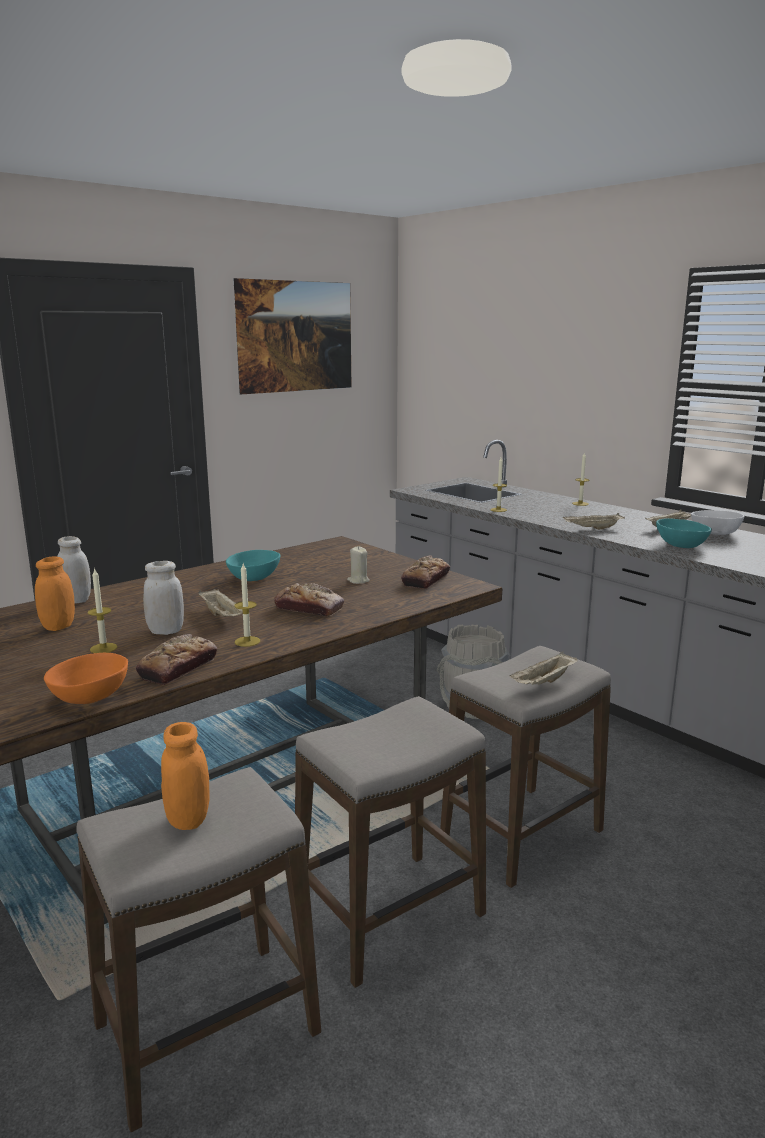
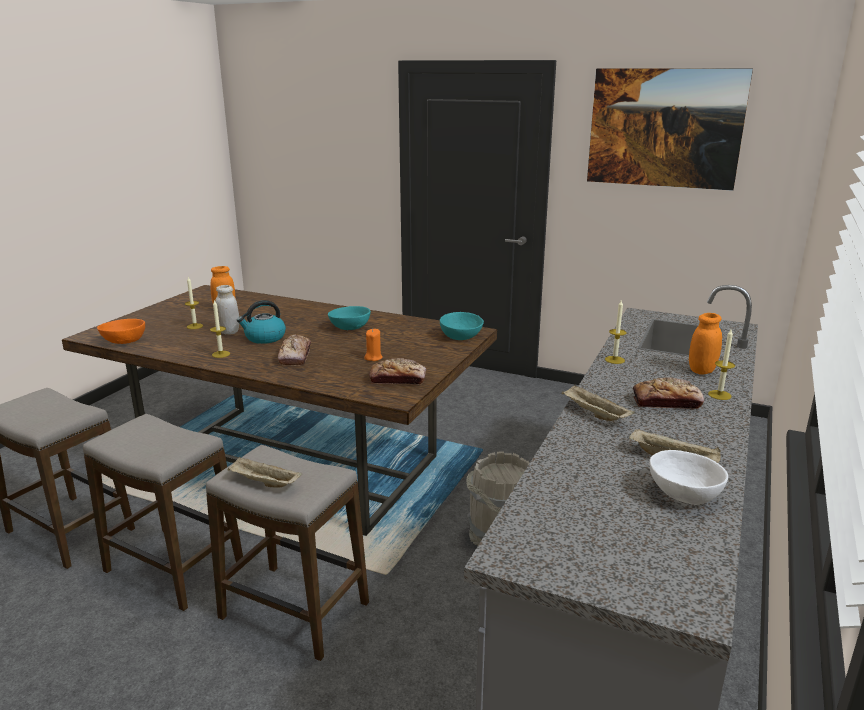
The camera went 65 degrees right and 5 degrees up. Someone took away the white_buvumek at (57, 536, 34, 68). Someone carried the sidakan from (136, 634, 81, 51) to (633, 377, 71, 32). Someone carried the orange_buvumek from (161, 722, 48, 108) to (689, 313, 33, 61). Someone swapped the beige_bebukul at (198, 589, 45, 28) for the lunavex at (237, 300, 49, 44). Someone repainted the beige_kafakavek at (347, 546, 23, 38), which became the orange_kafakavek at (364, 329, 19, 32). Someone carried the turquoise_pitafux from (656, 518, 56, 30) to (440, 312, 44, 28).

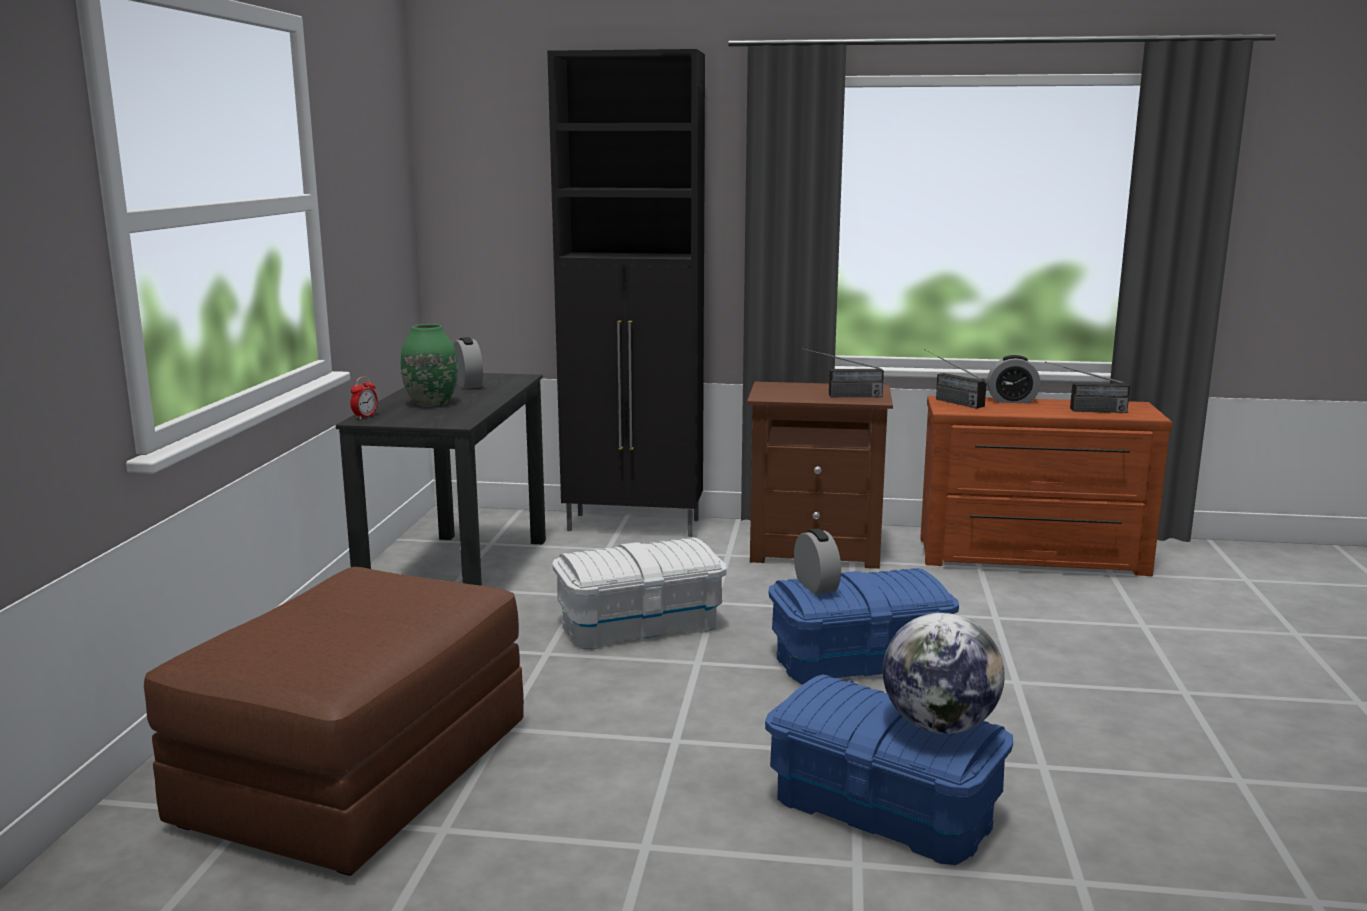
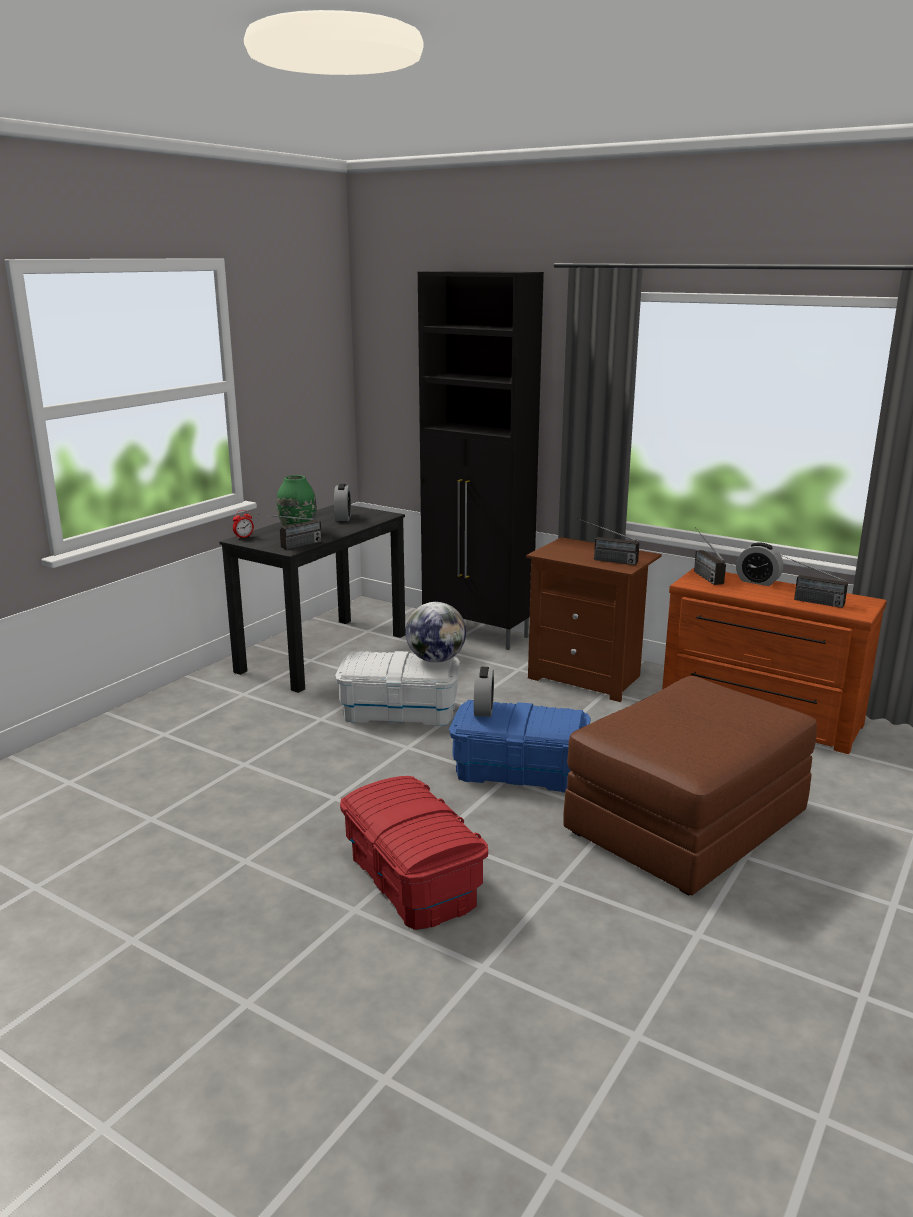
The camera went 25 degrees right and 5 degrees up. Someone carried the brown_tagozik from (144, 567, 380, 309) to (563, 676, 254, 219). Someone repainted the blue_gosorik at (765, 674, 248, 191), which became the red_gosorik at (340, 776, 148, 154). Someone carried the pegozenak from (883, 613, 122, 121) to (405, 602, 61, 61). Someone put down the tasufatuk at (258, 514, 64, 36).

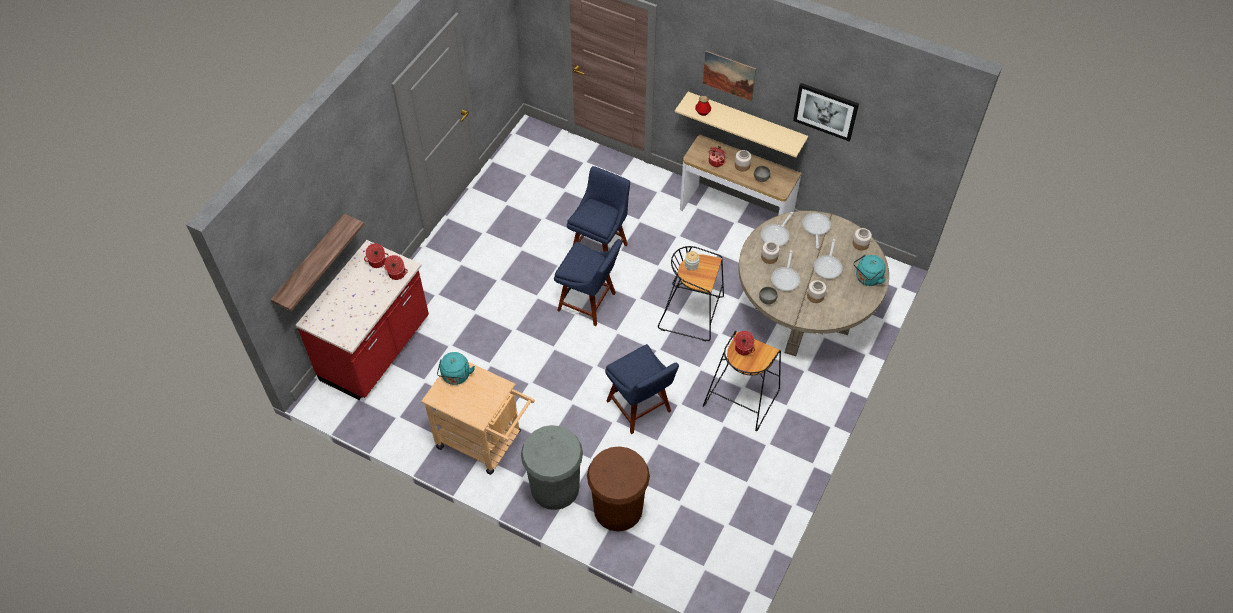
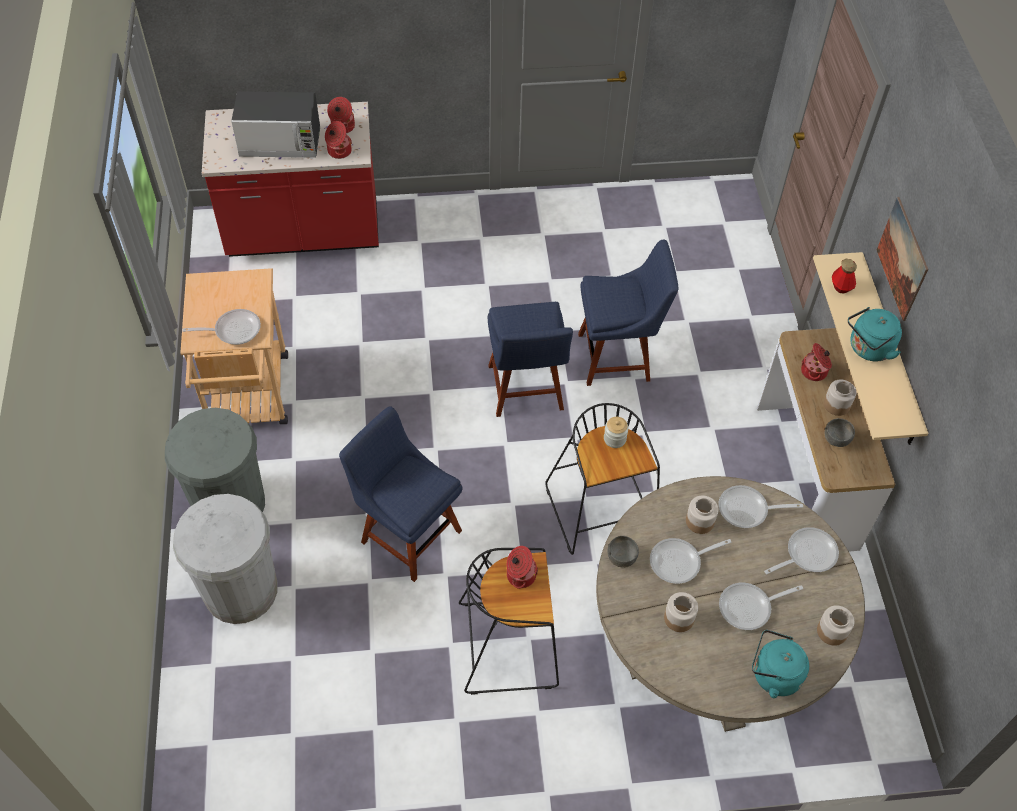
The camera went 55 degrees right and 0 degrees up. Someone took away the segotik at (270, 214, 94, 97). Someone carried the turquoise_lunavex from (437, 352, 38, 33) to (848, 307, 54, 54). Someone repainted the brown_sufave at (587, 446, 63, 85), which became the white_sufave at (173, 494, 105, 130). Someone rotated the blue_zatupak at (605, 344, 74, 90) by 105 degrees clockwise. Someone took away the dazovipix at (793, 83, 66, 58). Someone put down the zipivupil at (182, 309, 79, 36). Someone put down the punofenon at (231, 91, 89, 67).

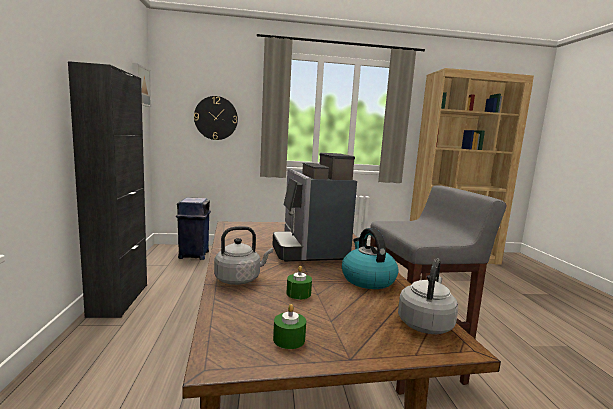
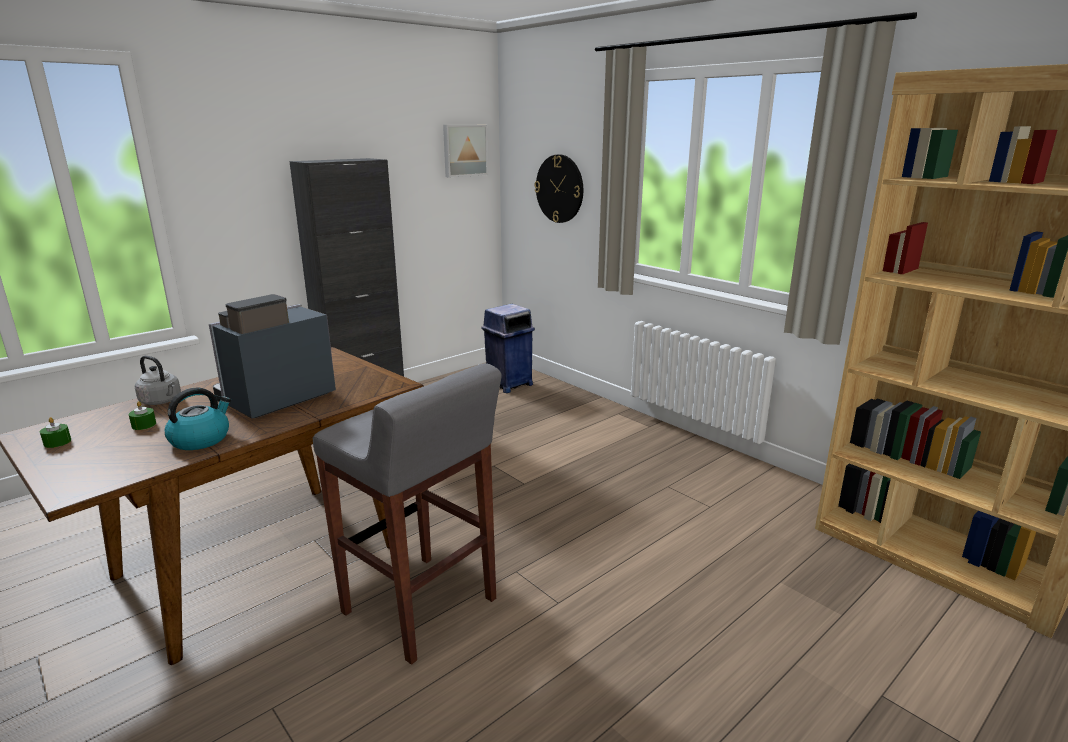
The camera went 55 degrees right and 10 degrees up. Someone took away the grey_lunavex at (398, 259, 60, 75).

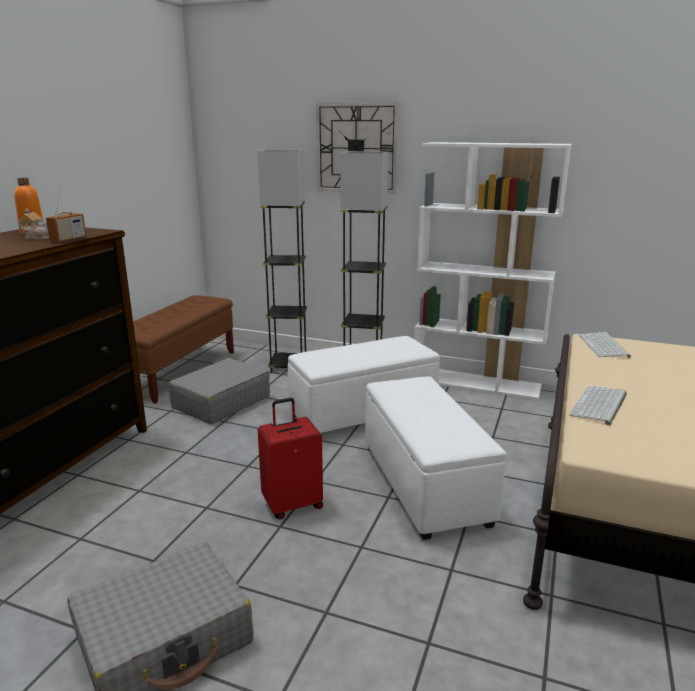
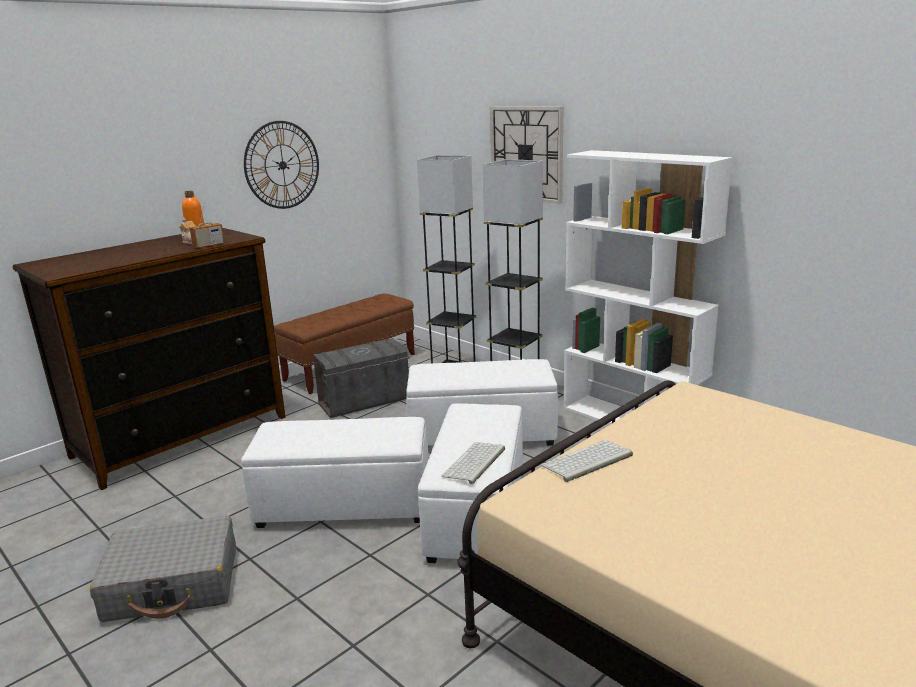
The camera went 25 degrees right and 0 degrees up. Someone swapped the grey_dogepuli at (169, 358, 101, 66) for the grey_gosorik at (312, 338, 98, 80). Someone swapped the red_dogepuli at (258, 398, 65, 121) for the white_tagozik at (241, 417, 188, 111). Someone carried the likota from (579, 332, 52, 26) to (441, 442, 64, 42). Someone put up the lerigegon at (244, 121, 75, 88).

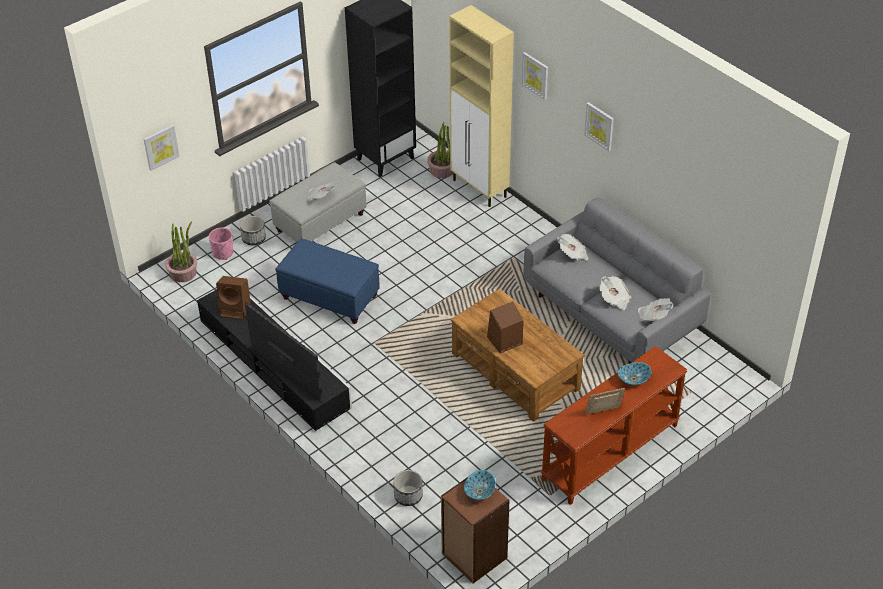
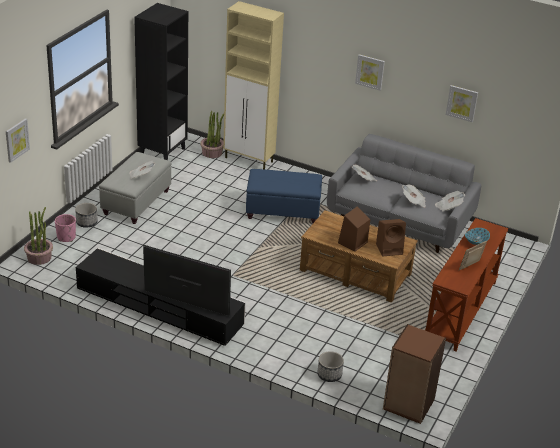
The camera went 25 degrees left and 10 degrees down. Someone carried the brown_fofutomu from (216, 276, 35, 43) to (376, 219, 30, 37). Someone carried the blue_tagozik from (275, 238, 104, 86) to (246, 169, 76, 55). Someone took away the pitafux at (464, 470, 32, 30). Someone carried the dazovipix from (522, 52, 26, 48) to (446, 85, 32, 37).

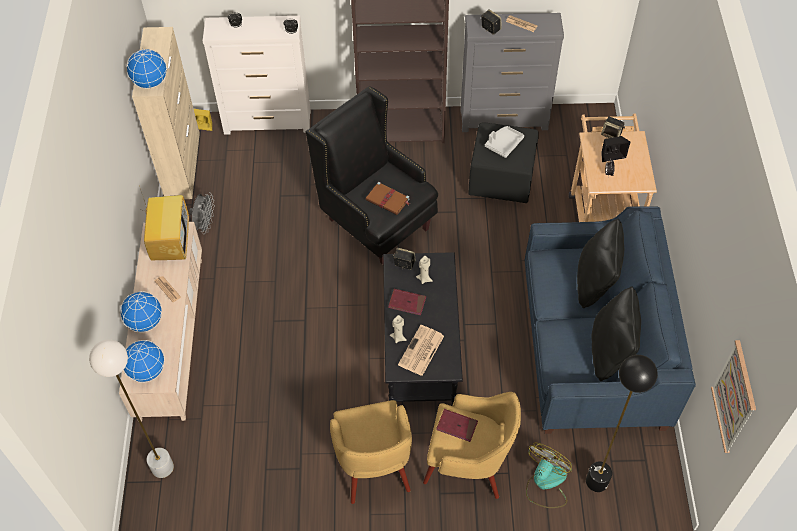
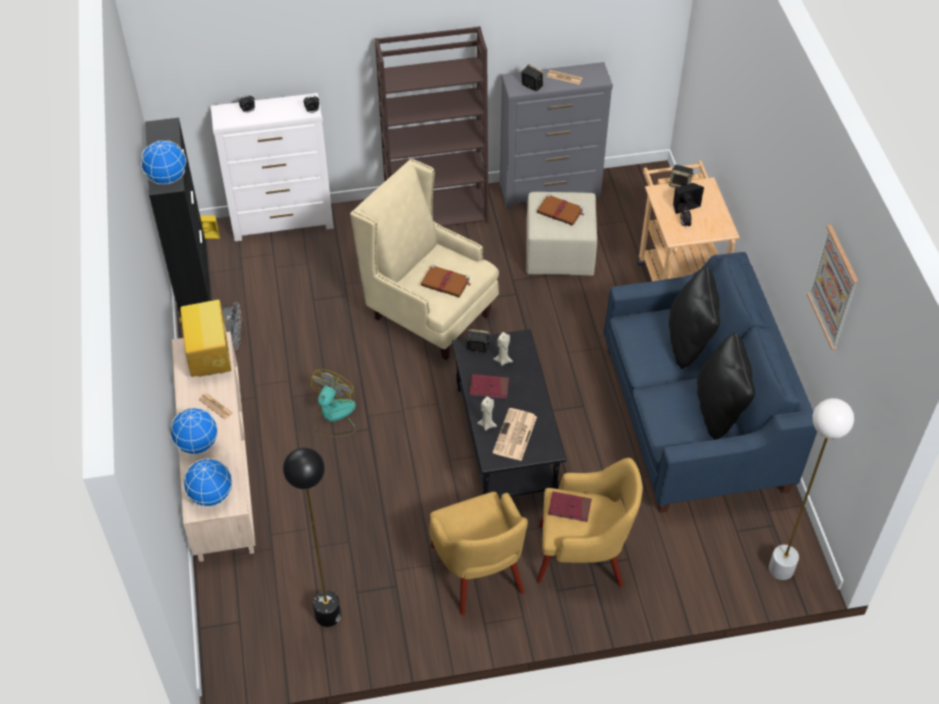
The camera went 10 degrees left and 5 degrees down. Someone carried the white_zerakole from (89, 340, 85, 138) to (769, 398, 85, 182). Someone repainted the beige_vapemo at (132, 27, 68, 172), which became the black_vapemo at (145, 118, 66, 199). Someone repainted the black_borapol at (306, 86, 132, 179), which became the beige_borapol at (350, 159, 149, 201). Someone repainted the black_tagozik at (468, 122, 71, 81), which became the beige_tagozik at (526, 192, 71, 84). Someone swapped the grey_bebukul at (485, 126, 39, 32) for the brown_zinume at (537, 194, 47, 32). Someone carried the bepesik from (526, 443, 46, 65) to (310, 369, 46, 68). Someone carried the black_zerakole from (586, 355, 72, 137) to (283, 448, 58, 179). Someone carried the dazovipix from (711, 340, 45, 113) to (807, 224, 52, 126).

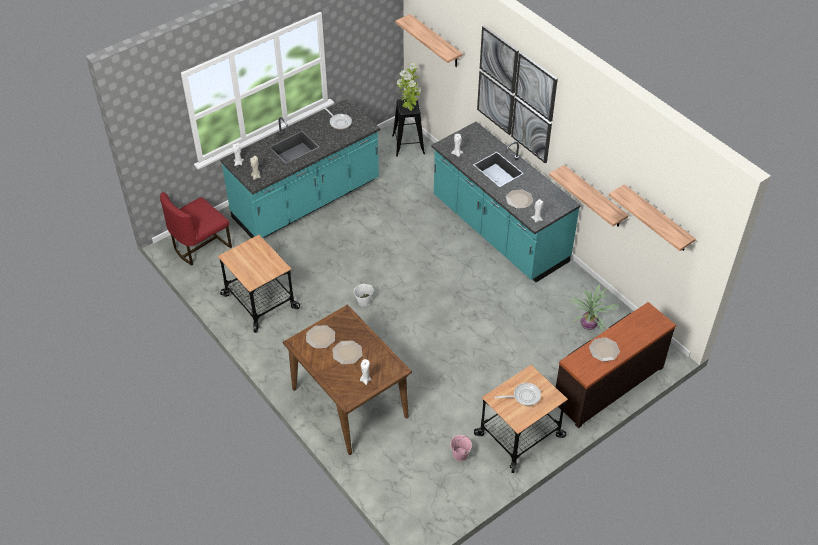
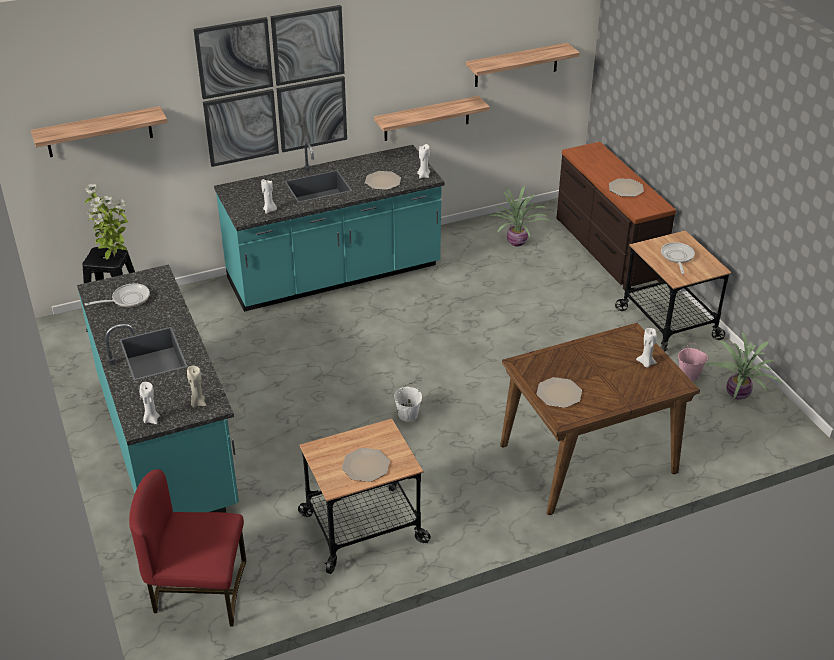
The camera went 75 degrees left and 10 degrees down. Someone rotated the red_zatupak at (160, 192, 72, 73) by 120 degrees clockwise. Someone carried the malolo from (332, 340, 30, 25) to (342, 448, 48, 34). Someone put down the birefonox at (703, 332, 80, 68).

